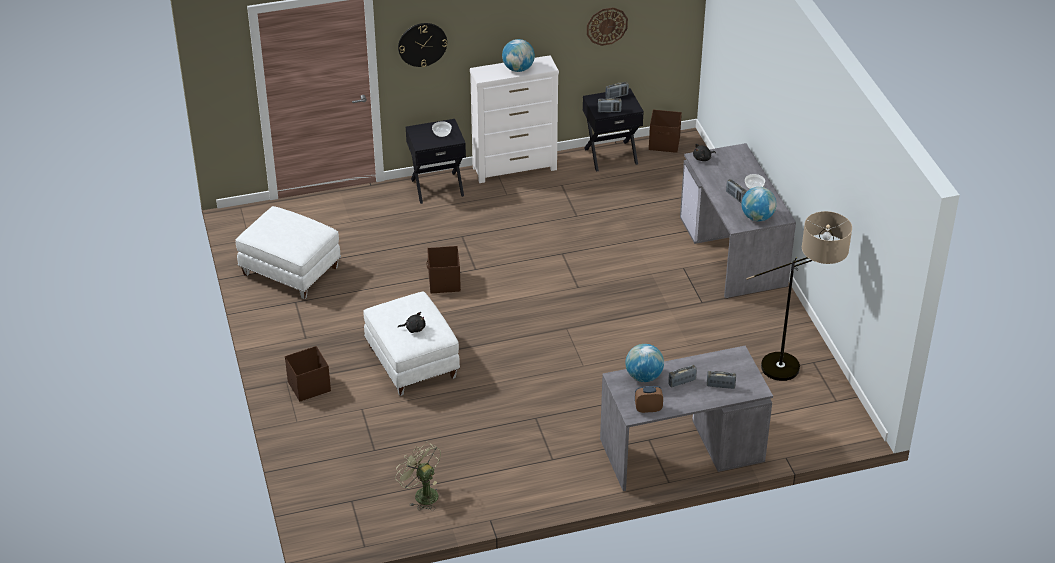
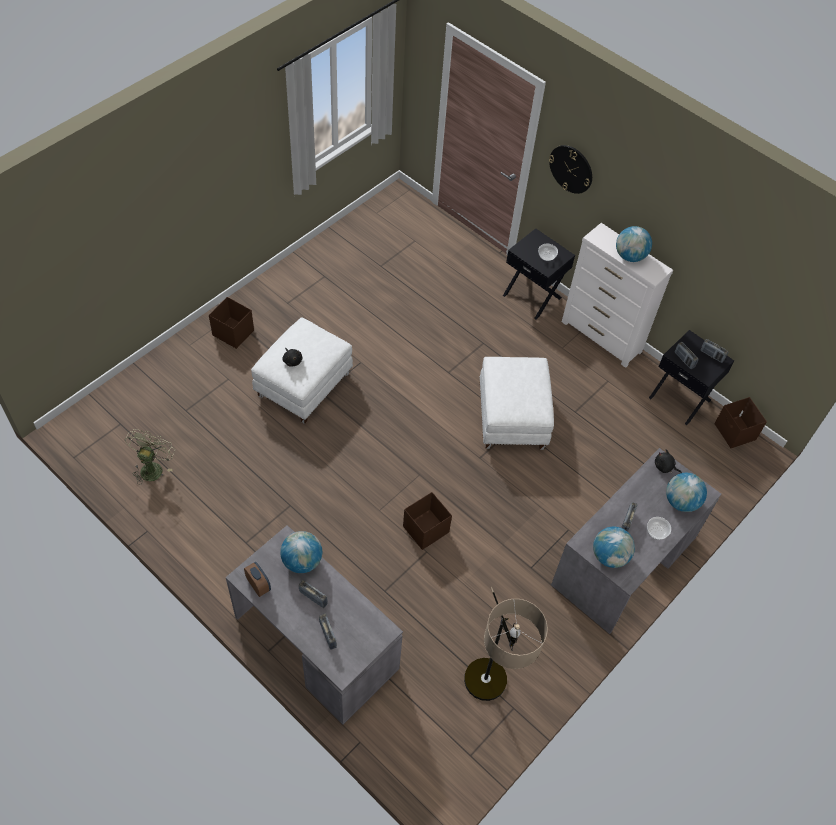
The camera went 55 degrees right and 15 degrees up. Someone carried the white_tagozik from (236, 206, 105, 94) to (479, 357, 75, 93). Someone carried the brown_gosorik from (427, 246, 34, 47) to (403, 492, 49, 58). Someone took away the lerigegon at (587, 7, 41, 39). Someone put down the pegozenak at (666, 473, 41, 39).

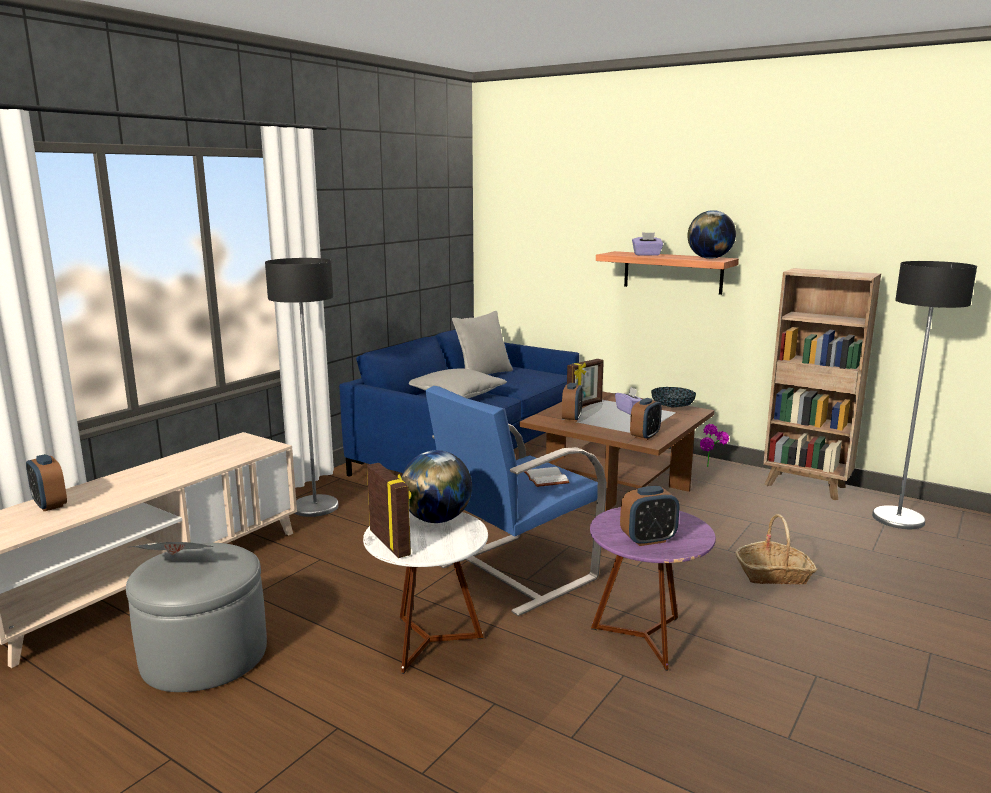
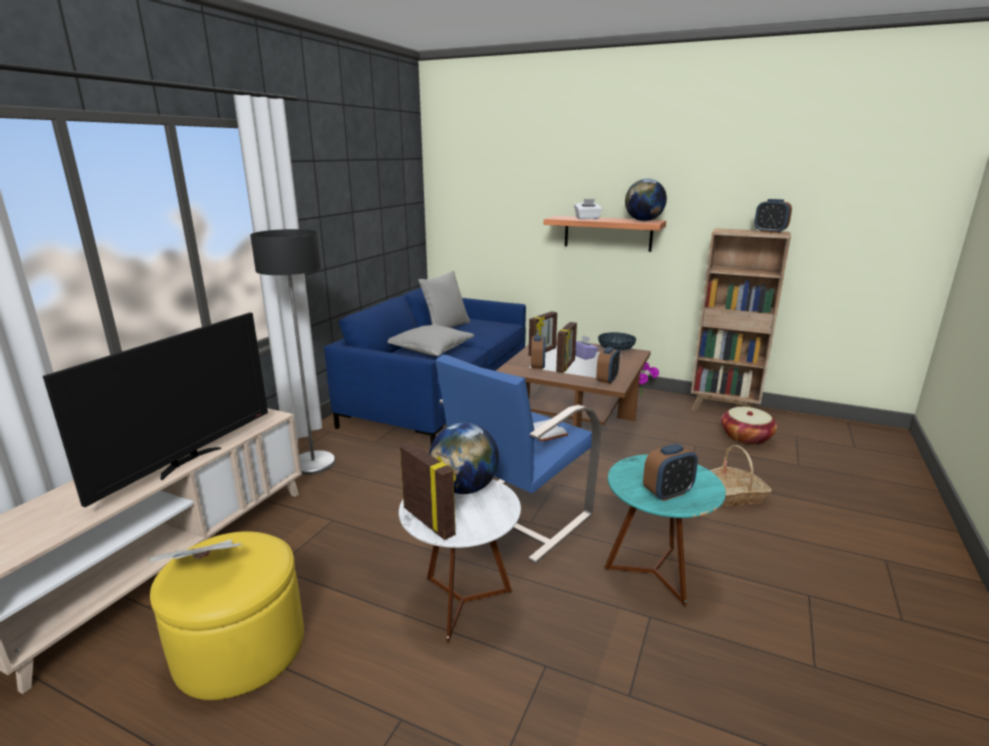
The camera went 10 degrees left and 5 degrees up. Someone carried the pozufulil from (26, 454, 41, 57) to (754, 199, 38, 34). Someone repainted the grey_tagozik at (126, 543, 141, 149), which became the yellow_tagozik at (150, 531, 154, 169). Someone repainted the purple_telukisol at (590, 507, 126, 164), which became the turquoise_telukisol at (604, 454, 122, 153). Someone repainted the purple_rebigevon at (632, 232, 31, 24), which became the white_rebigevon at (574, 199, 28, 20). Someone took away the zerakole at (872, 261, 105, 268). Someone put down the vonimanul at (43, 313, 225, 194). Someone put down the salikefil at (556, 322, 21, 51). Someone put down the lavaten at (721, 407, 56, 38).

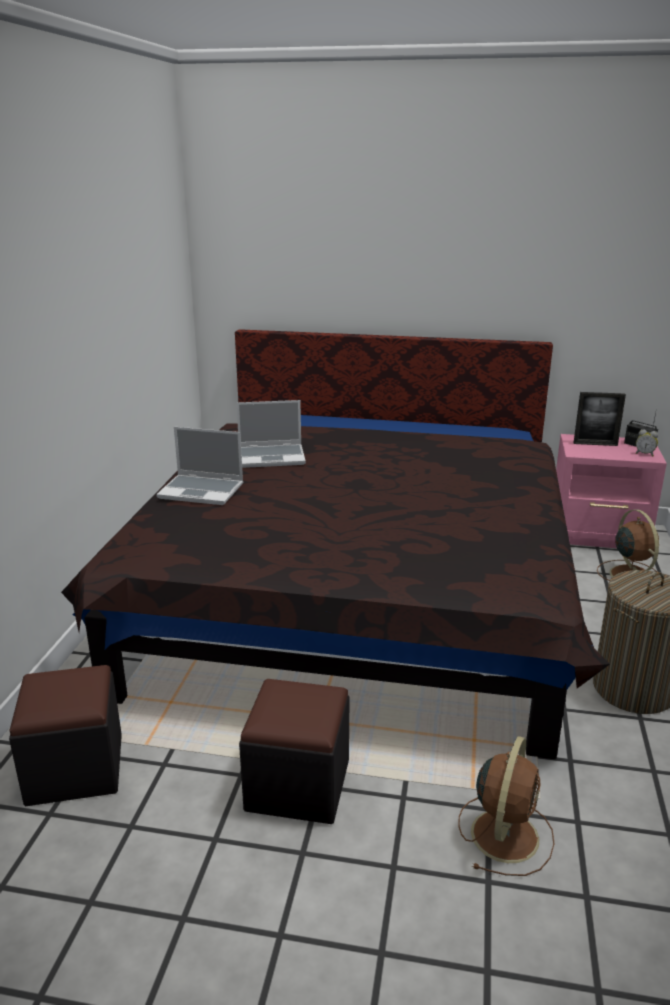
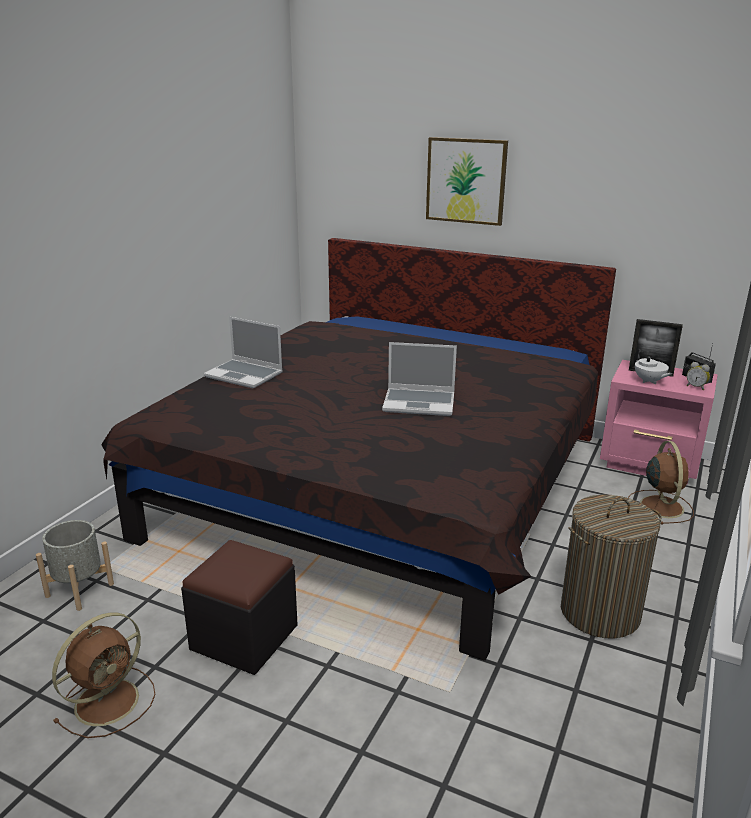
The camera went 15 degrees right and 0 degrees up. Someone swapped the black_tagozik at (9, 665, 113, 141) for the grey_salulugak at (36, 520, 78, 91). Someone carried the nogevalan from (236, 400, 70, 68) to (382, 342, 75, 74). Someone carried the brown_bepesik from (458, 736, 97, 140) to (52, 612, 103, 126). Someone put up the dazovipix at (426, 137, 82, 89). Someone put down the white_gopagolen at (634, 349, 39, 35).

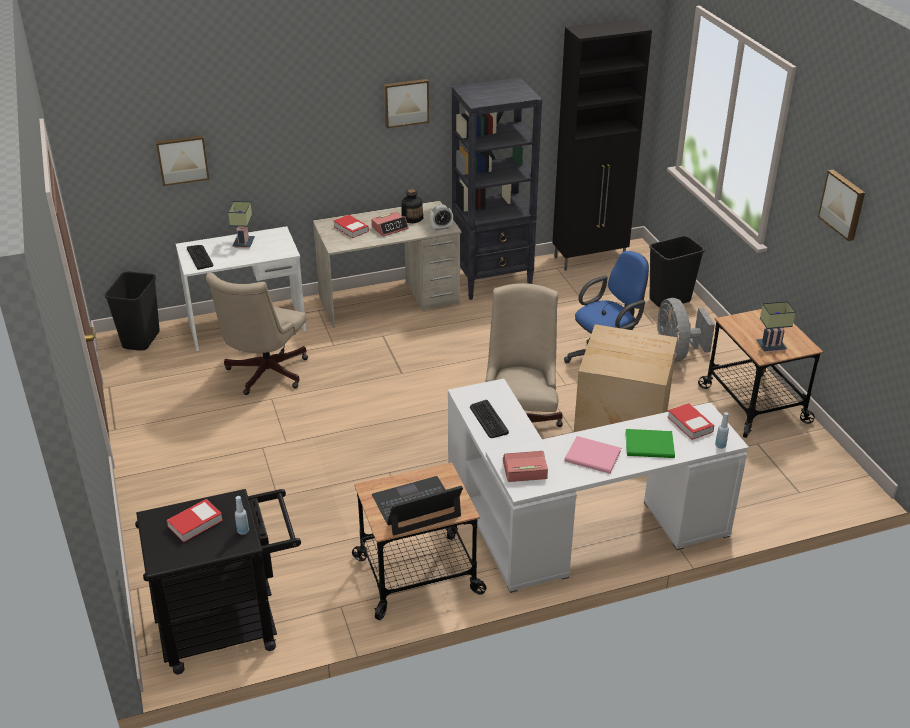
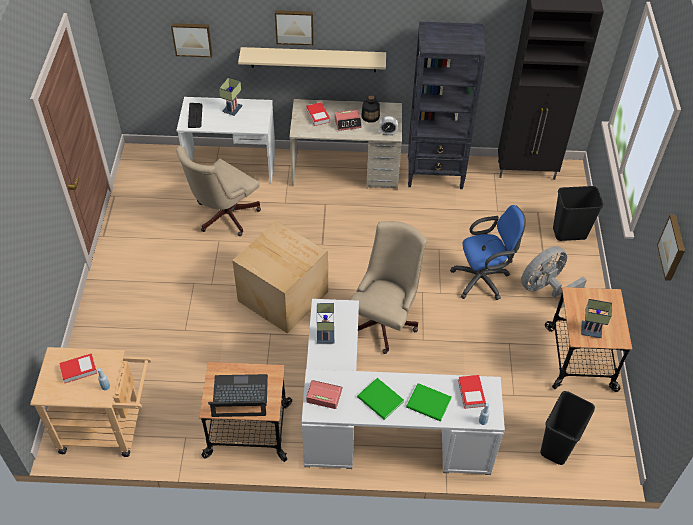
The camera went 20 degrees right and 15 degrees up. Someone carried the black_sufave from (105, 272, 55, 79) to (540, 391, 55, 74). Someone repainted the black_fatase at (135, 489, 166, 186), which became the beige_fatase at (30, 347, 121, 110). Someone carried the dazovipix from (384, 79, 45, 49) to (275, 10, 39, 35). Someone swapped the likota at (470, 400, 39, 38) for the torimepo at (317, 303, 17, 41). Someone repainted the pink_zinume at (565, 436, 56, 38), which became the green_zinume at (357, 378, 47, 42). Someone carried the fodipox from (574, 324, 104, 108) to (232, 220, 96, 114). Someone rotated the grey_bepesik at (657, 298, 58, 64) by 45 degrees clockwise. Someone put up the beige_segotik at (238, 47, 148, 25).

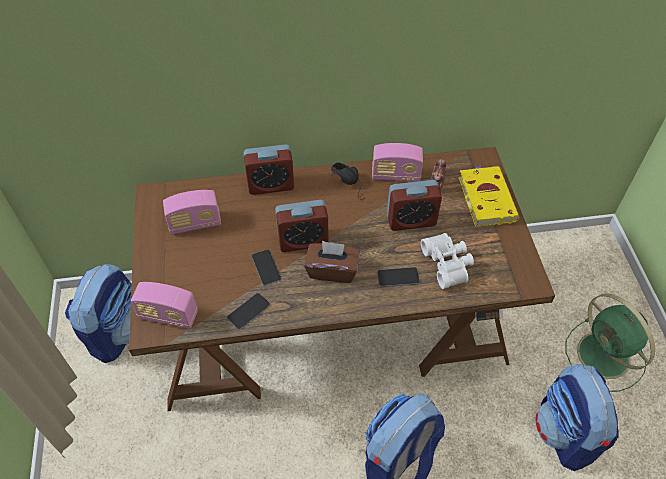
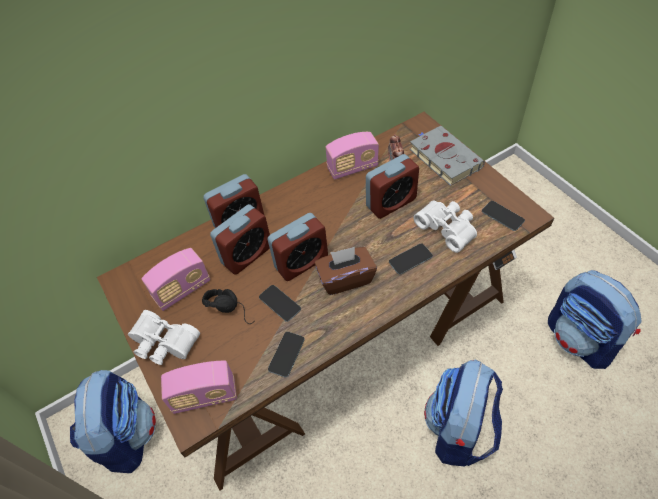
The camera went 20 degrees left and 0 degrees up. Someone carried the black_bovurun from (331, 163, 35, 37) to (202, 289, 53, 35). Someone repainted the yellow_zinume at (458, 166, 61, 61), which became the grey_zinume at (410, 126, 75, 60). Someone took away the green_bepesik at (565, 293, 90, 99). Someone put down the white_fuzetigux at (128, 310, 72, 55). Someone put down the pozufulil at (210, 204, 60, 71). Someone put down the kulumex at (482, 201, 43, 30).

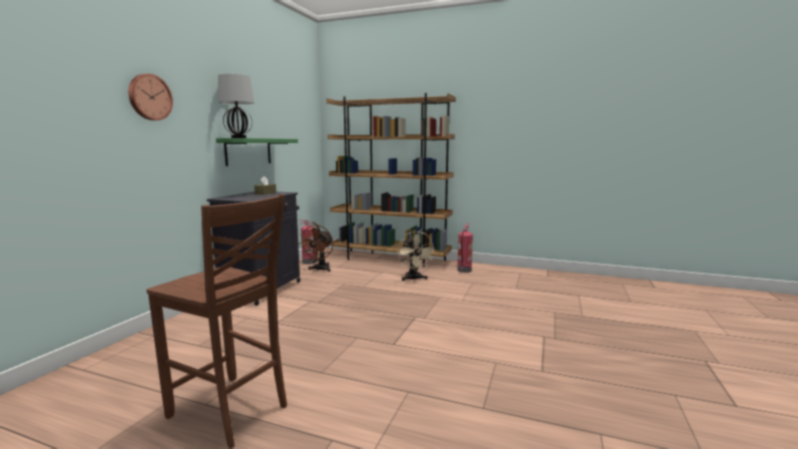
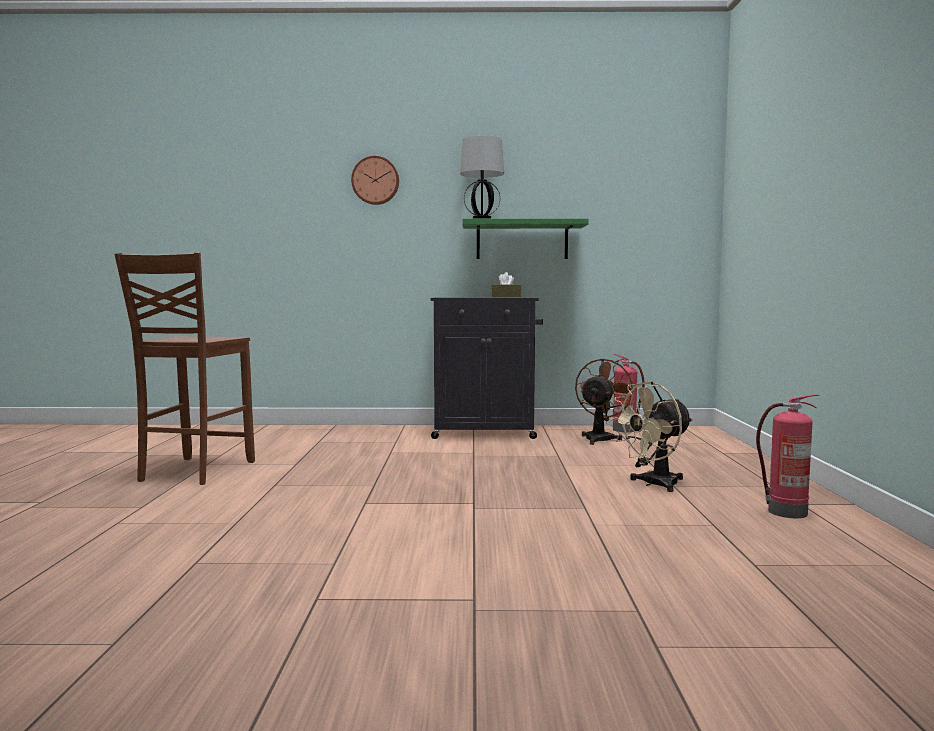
The camera went 70 degrees right and 5 degrees down. Someone rotated the brown_bepesik at (298, 225, 35, 47) by 120 degrees clockwise. Someone took away the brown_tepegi at (327, 93, 129, 175).

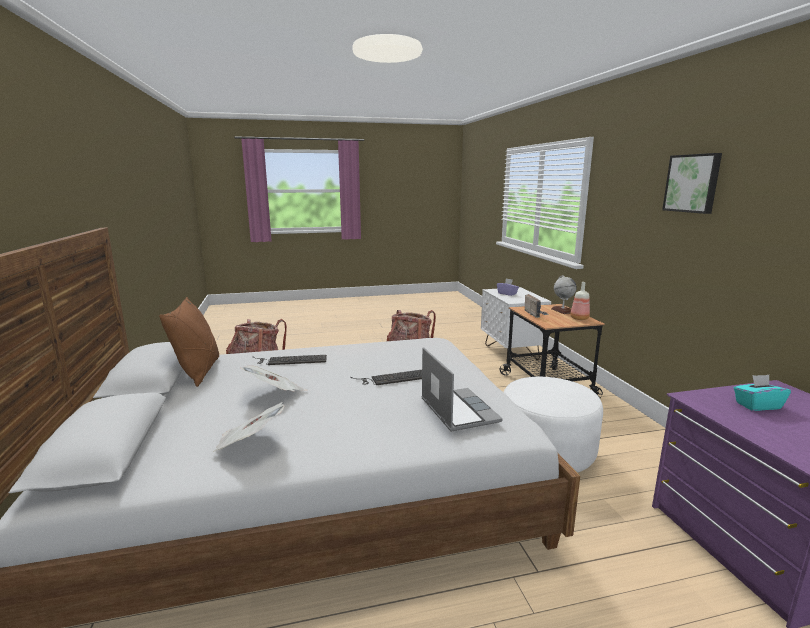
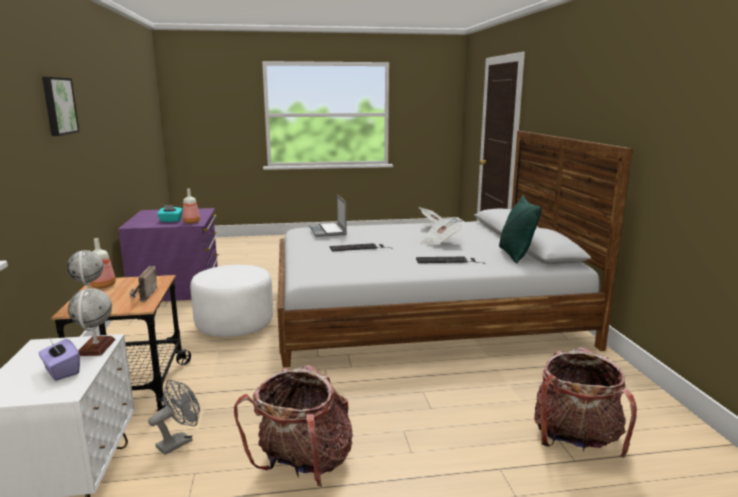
The camera went 175 degrees left and 0 degrees up. Someone repainted the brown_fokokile at (159, 297, 60, 90), which became the green_fokokile at (499, 195, 43, 68). Someone put down the pegozenak at (68, 288, 48, 68). Someone put down the grey_bepesik at (148, 380, 52, 75). Someone put down the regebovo at (183, 189, 17, 34).

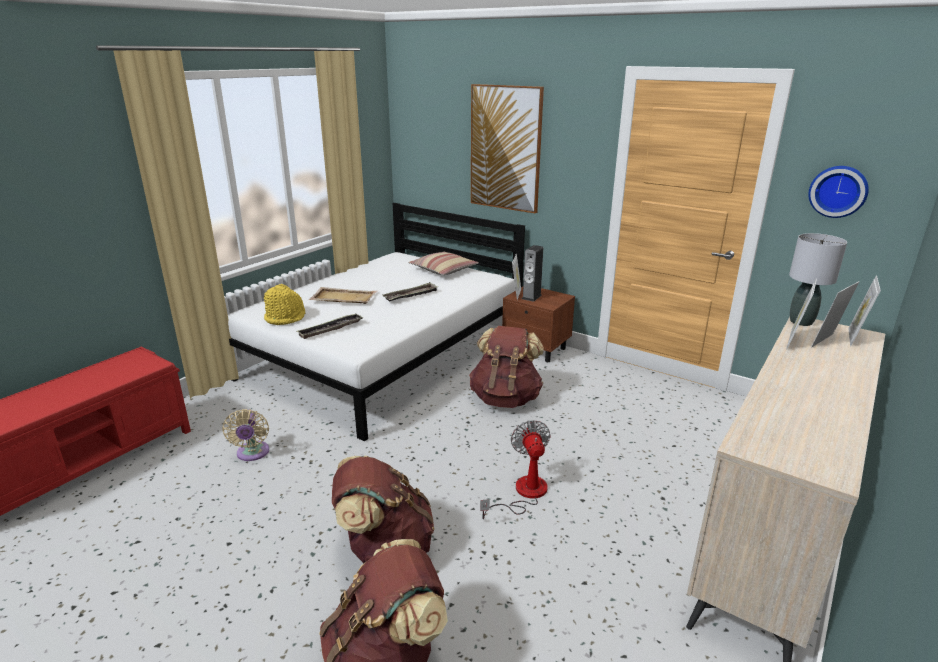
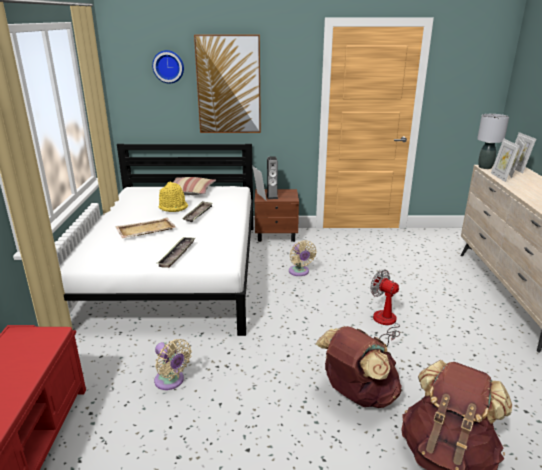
The camera went 35 degrees left and 0 degrees up. Someone carried the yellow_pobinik from (264, 284, 41, 41) to (159, 182, 29, 30). Someone swapped the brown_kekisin at (469, 326, 75, 82) for the beige_bepesik at (289, 240, 27, 36). Someone carried the lerigegon from (808, 166, 61, 52) to (152, 50, 32, 34).

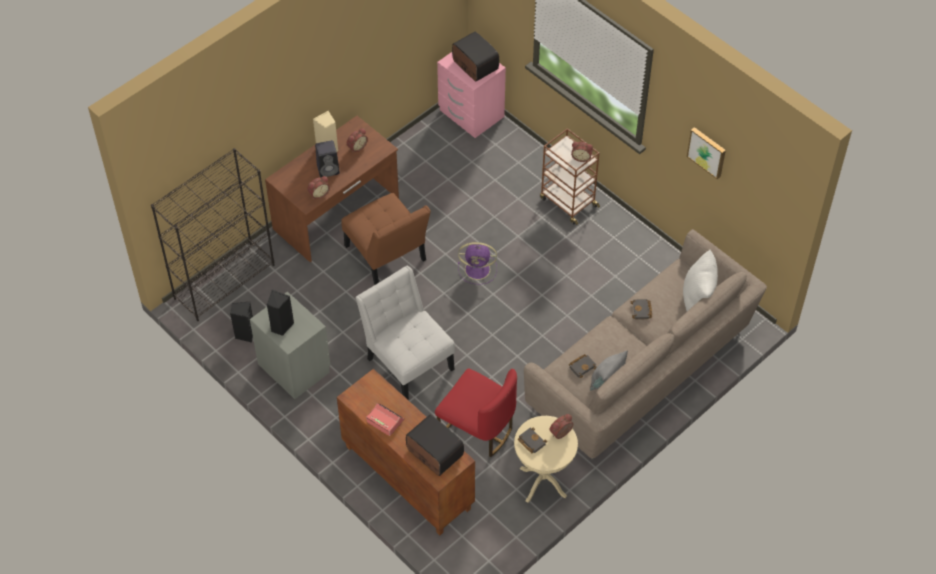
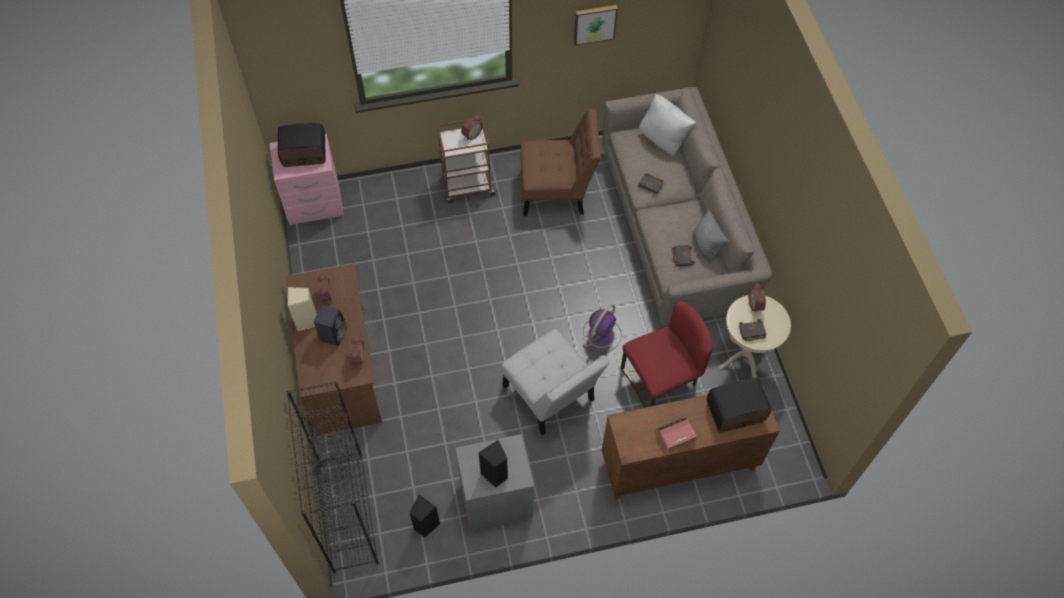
The camera went 60 degrees left and 5 degrees up. Someone carried the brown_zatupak from (341, 193, 90, 92) to (520, 108, 81, 108). Someone rotated the white_zatupak at (355, 266, 100, 133) by 120 degrees counterclockwise. Someone carried the purple_bepesik from (458, 242, 39, 43) to (583, 304, 39, 50).

